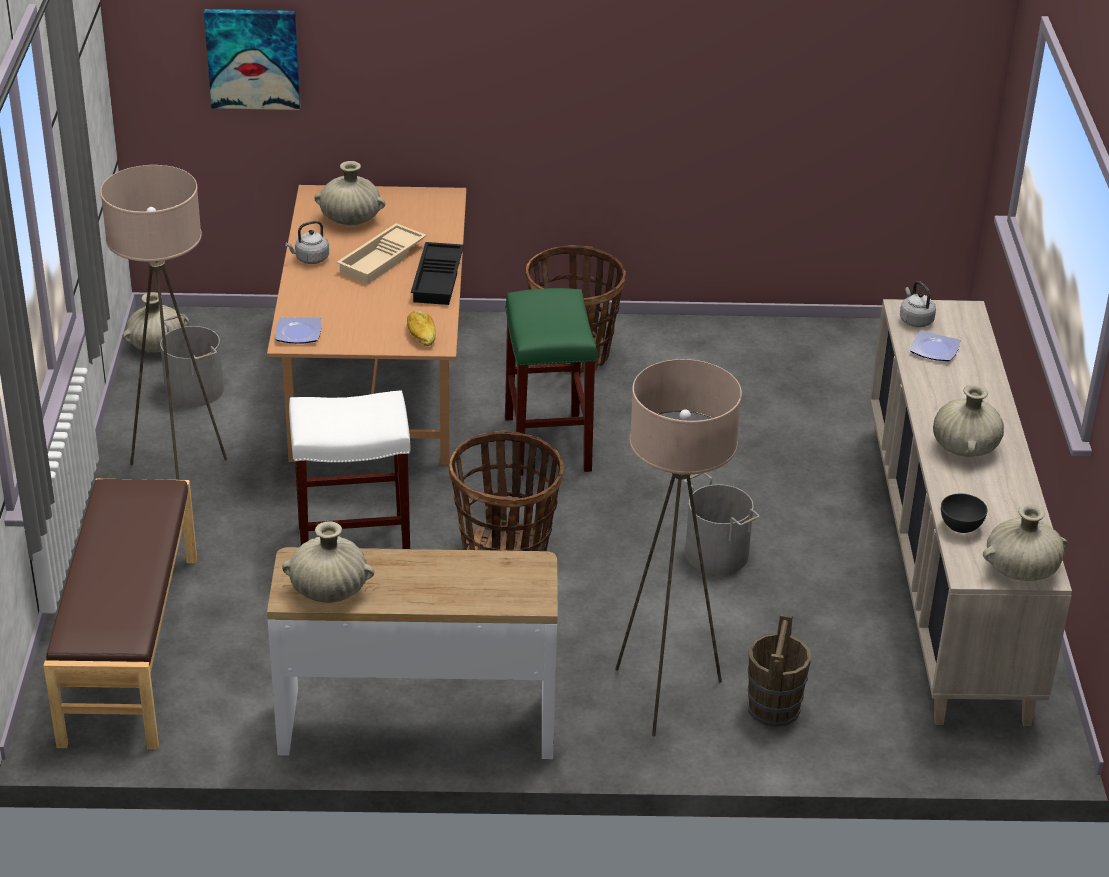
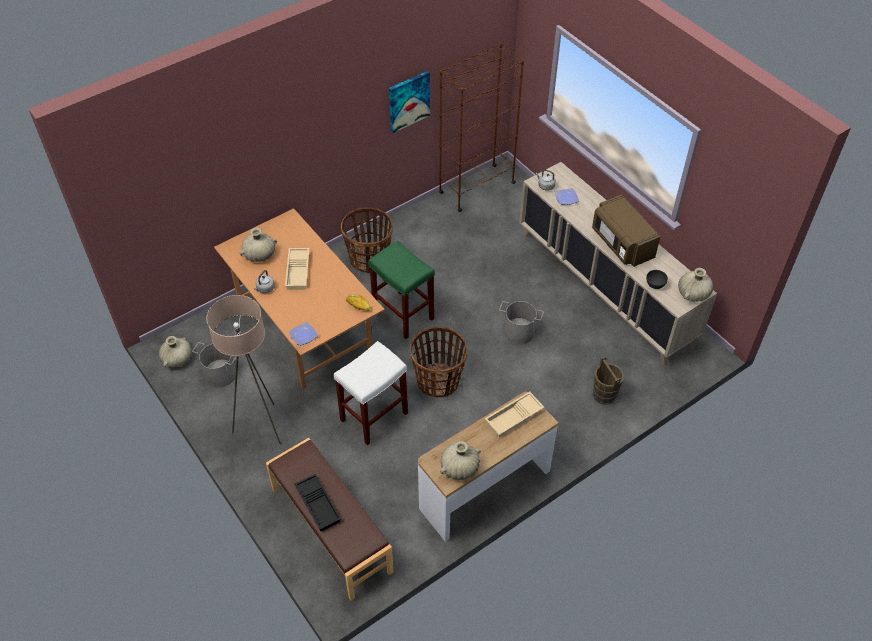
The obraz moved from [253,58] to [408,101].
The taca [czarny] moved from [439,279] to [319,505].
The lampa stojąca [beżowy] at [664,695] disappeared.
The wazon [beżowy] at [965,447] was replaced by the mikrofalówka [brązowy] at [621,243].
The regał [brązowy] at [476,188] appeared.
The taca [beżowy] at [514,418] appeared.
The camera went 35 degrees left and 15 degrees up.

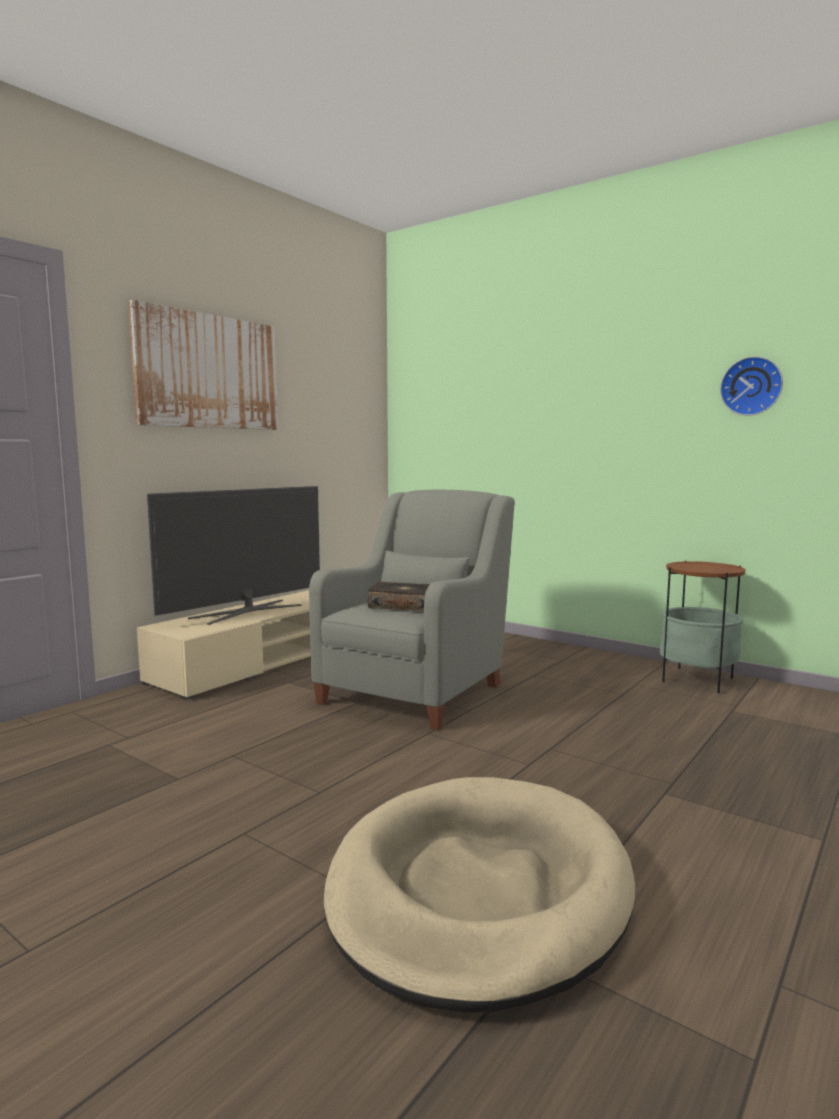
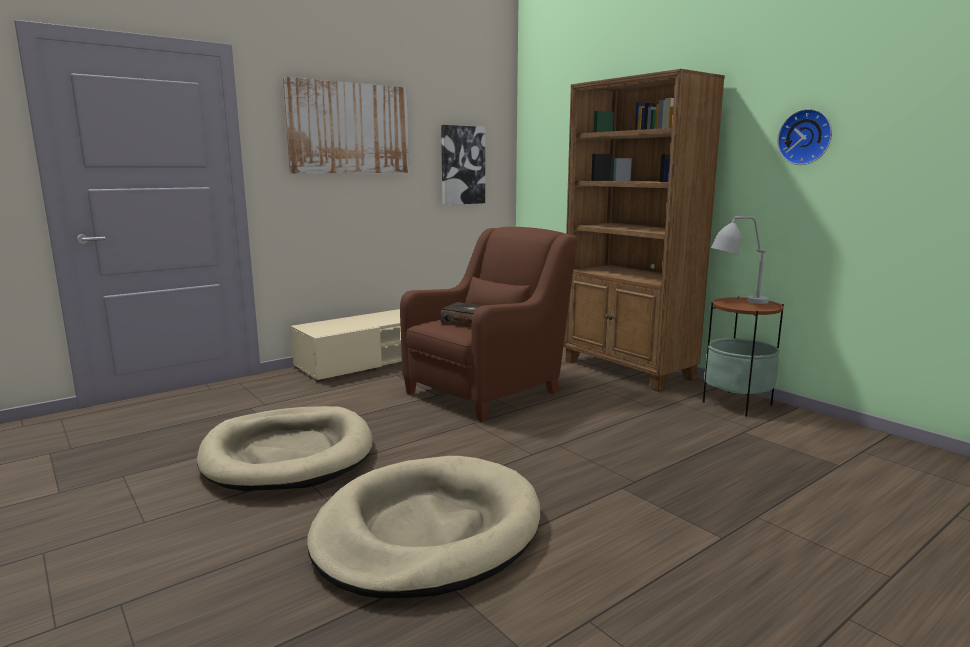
The telewizor at [247,611] disappeared.
The fotel [szary] at [416,690] became the fotel [brązowy] at [488,390].
The regał [brązowy] at [628,370] appeared.
The obraz at [462,165] appeared.
The lampa stołowa [szary] at [735,302] appeared.
The legowisko [beżowy] at [288,454] appeared.
The camera went 15 degrees right and 5 degrees up.

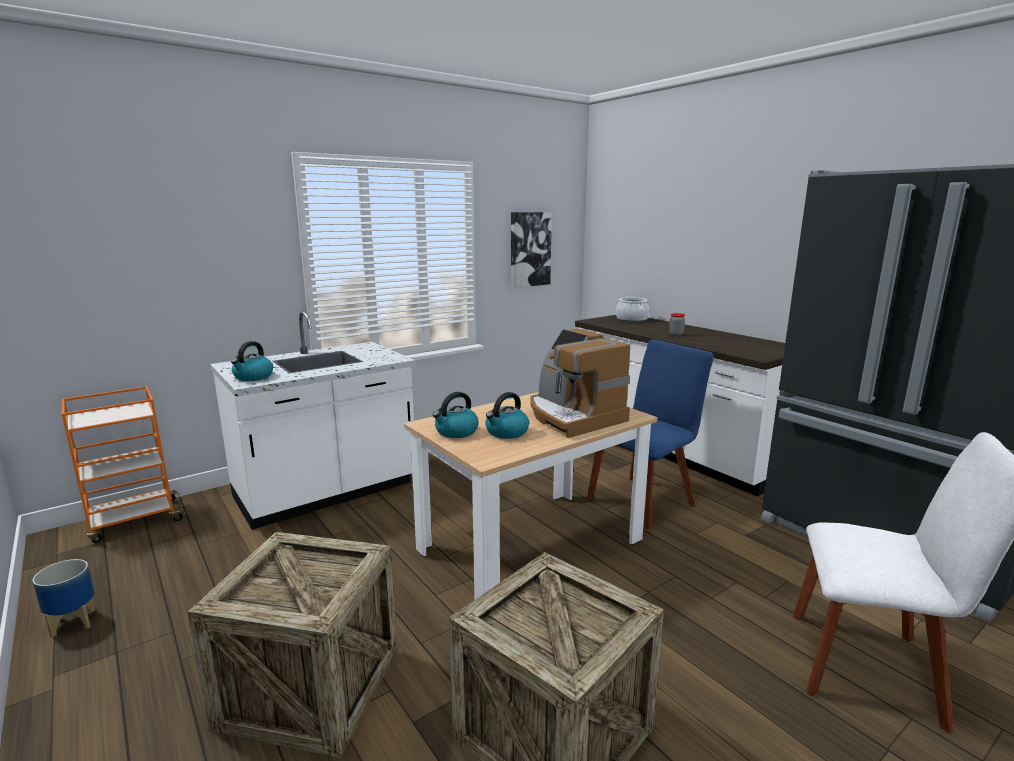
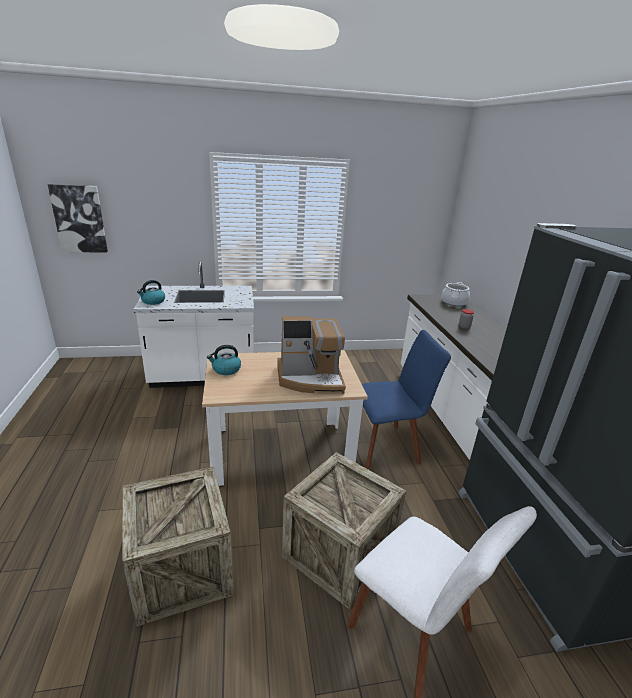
The obraz moved from [529,249] to [79,219].
The ekspres do kawy at [573,417] turned 90 degrees counterclockwise.
The wózek [pomarańczowy] at [134,521] disappeared.
The czajnik at [506,433] disappeared.
The skrzynka moved from [311,687] to [339,553].
The donica at [74,622] disappeared.
The camera went 25 degrees right and 10 degrees up.

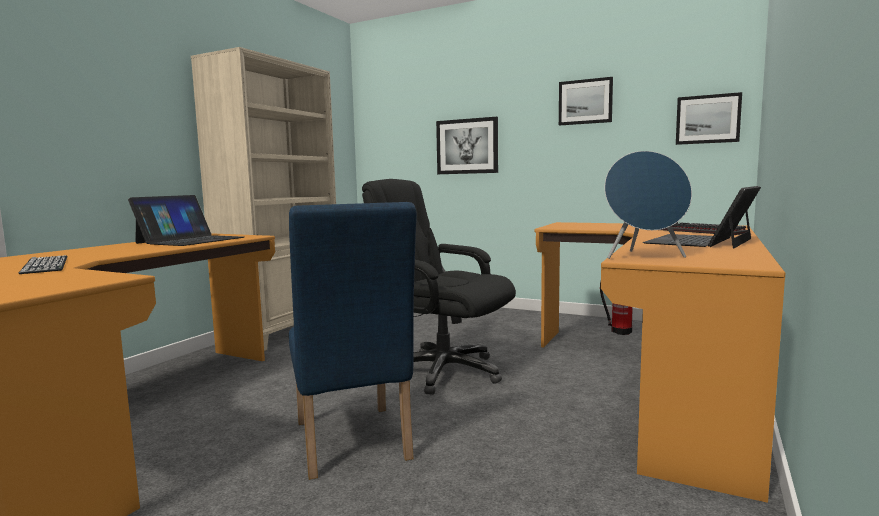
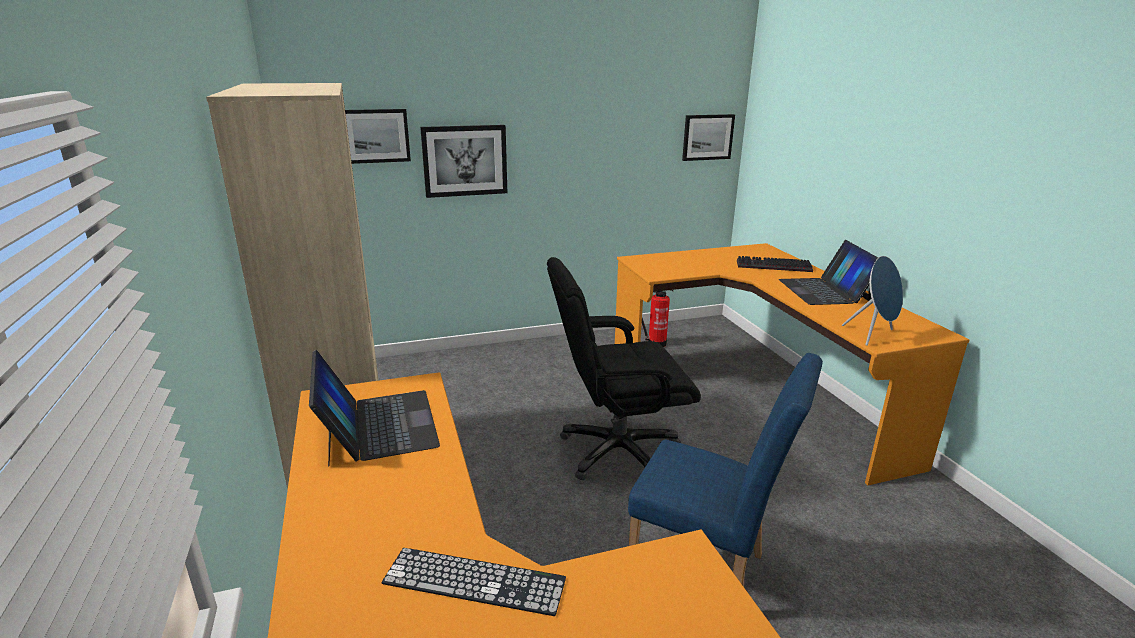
The obraz moved from [585,102] to [376,136].
The camera went 45 degrees left and 15 degrees up.

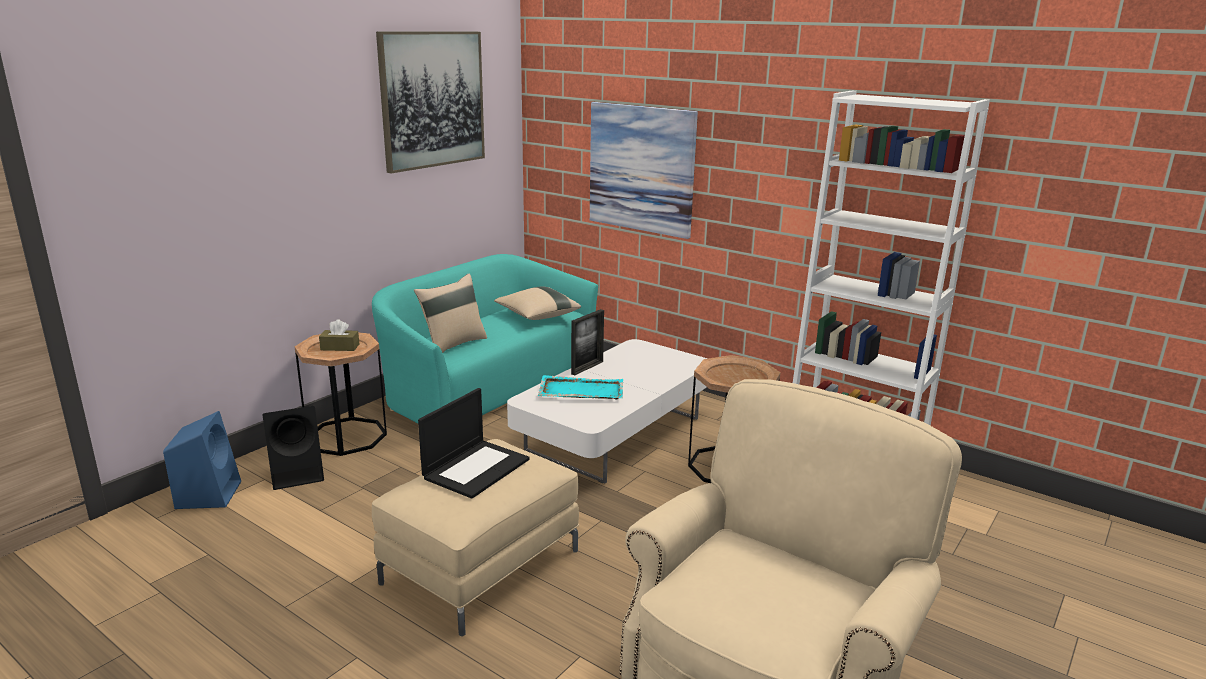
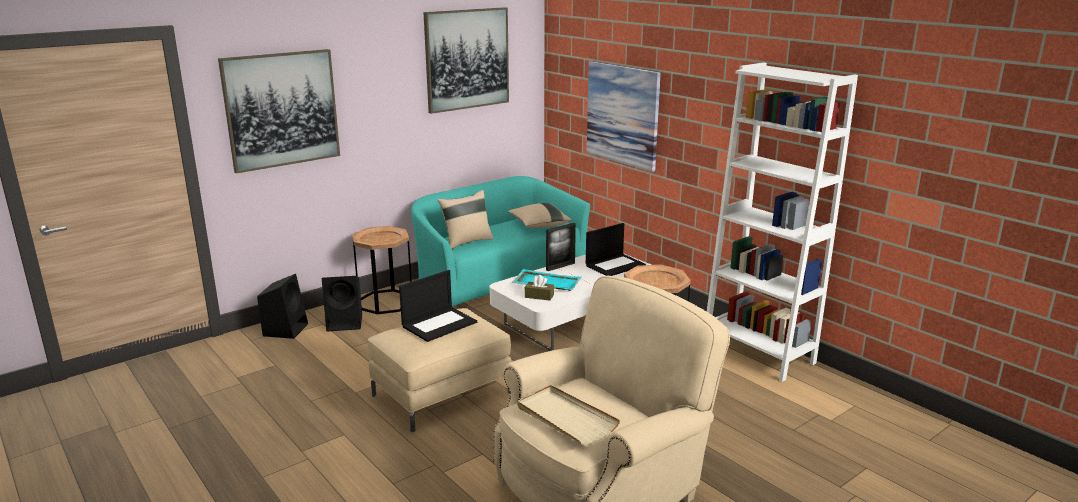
The pudełko chusteczek [brązowy] moved from [340,347] to [539,296].
The głośnik [niebieski] at [208,494] became the głośnik [czarny] at [286,329].
The obraz at [281,109] appeared.
The laptop at [615,265] appeared.
The taca [beżowy] at [565,418] appeared.
The camera went 15 degrees right and 0 degrees up.

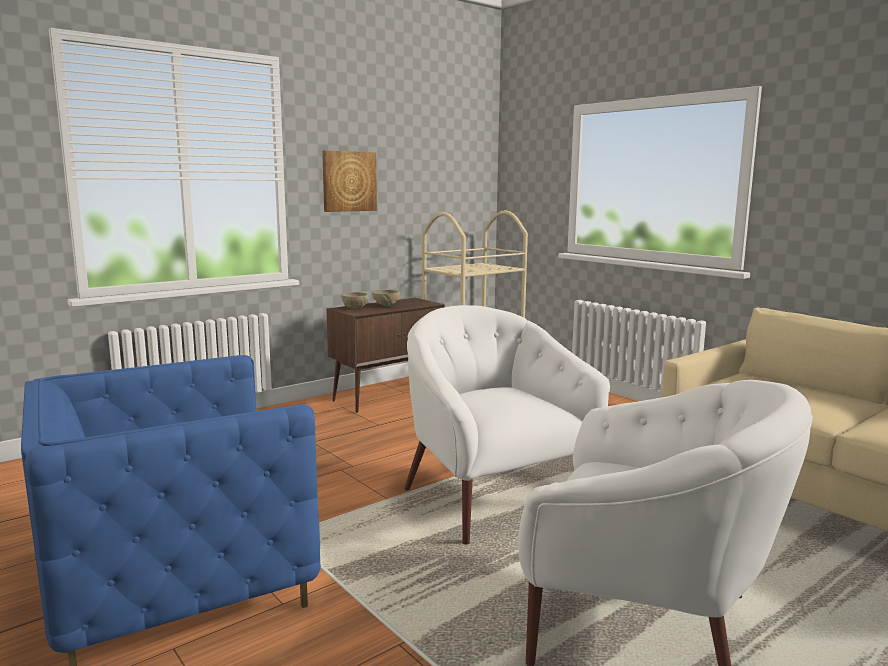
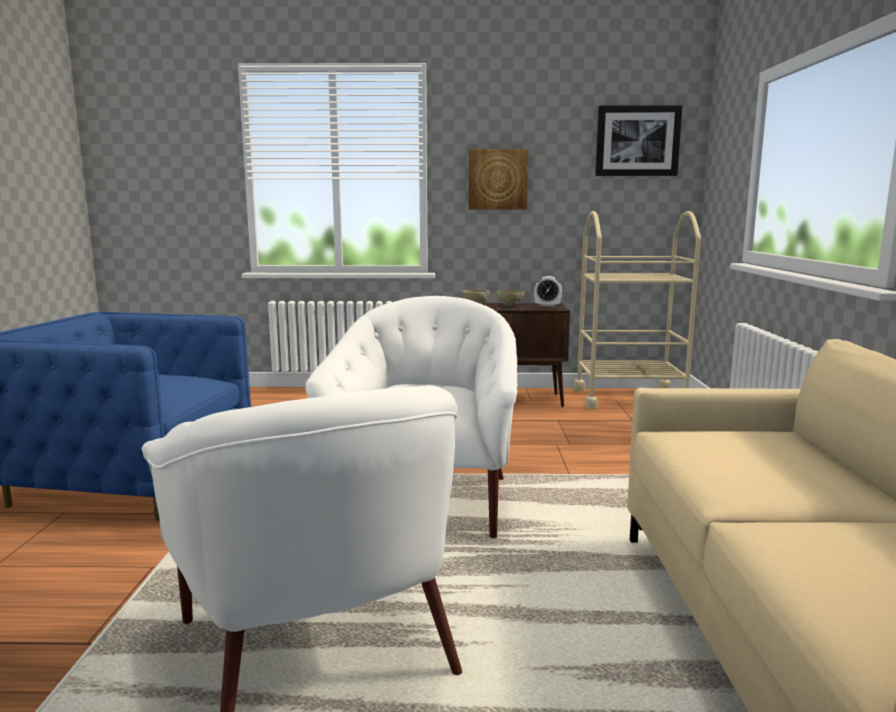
The obraz at [637,141] appeared.
The budzik at [547,306] appeared.
The camera went 40 degrees right and 0 degrees up.

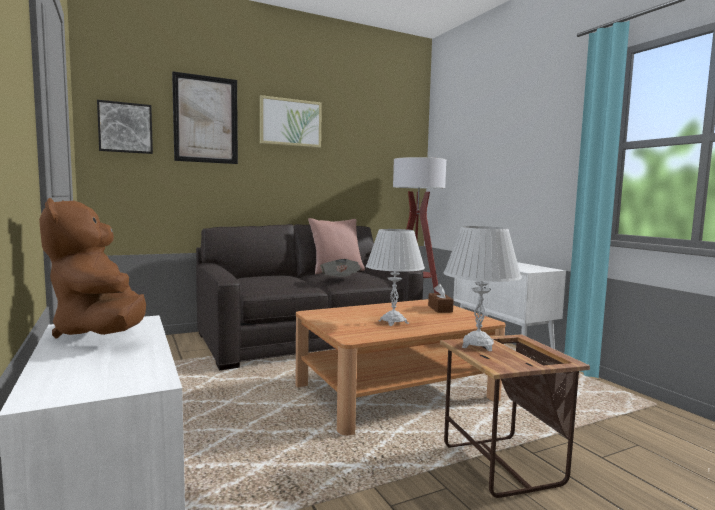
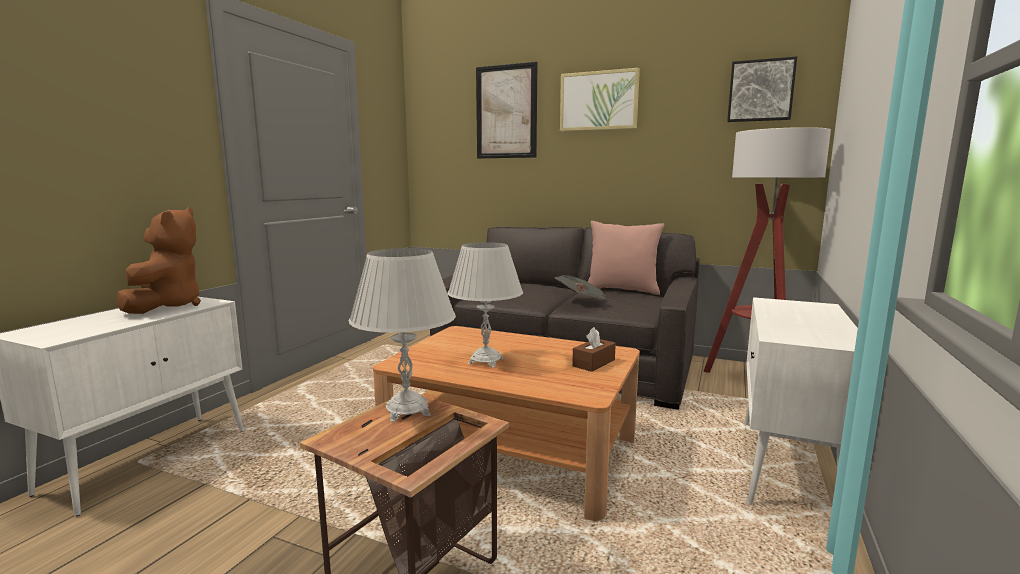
The obraz moved from [125,128] to [760,91].
The pluszak [brązowy] at [102,333] turned 150 degrees clockwise.
The camera went 50 degrees right and 5 degrees up.

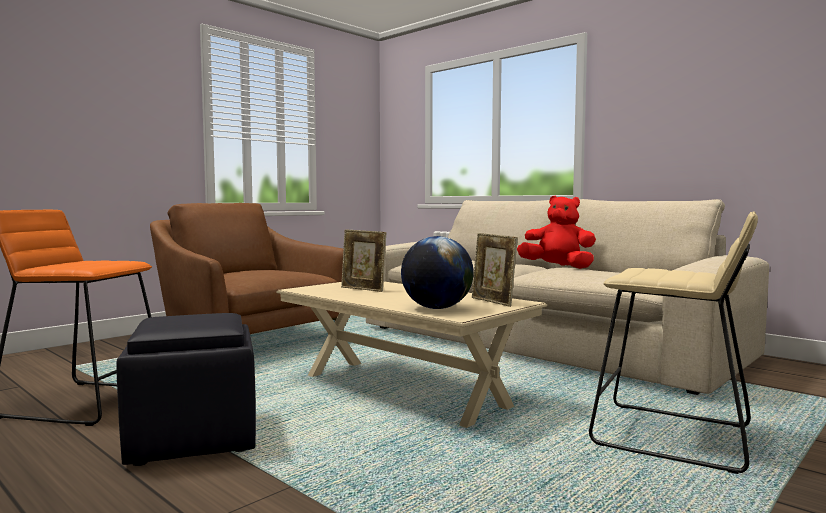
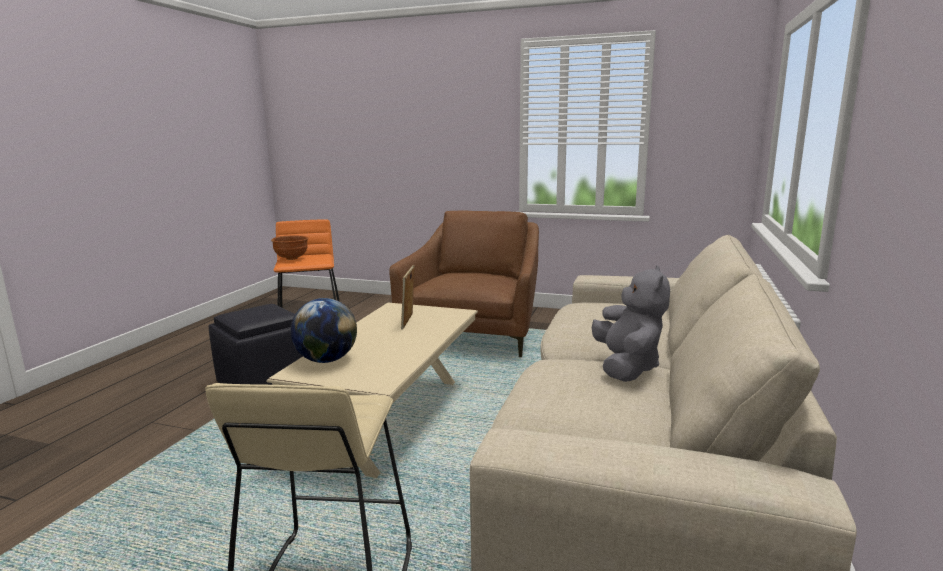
The pluszak [czerwony] at [558,267] became the pluszak [szary] at [626,367].
The ramka na zdjęcie at [493,302] disappeared.
The miska [brązowy] at [292,259] appeared.
The camera went 65 degrees right and 10 degrees up.

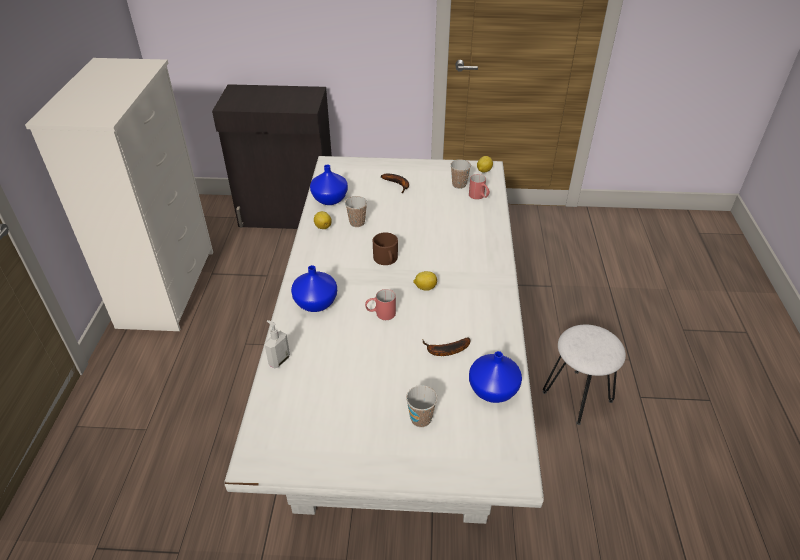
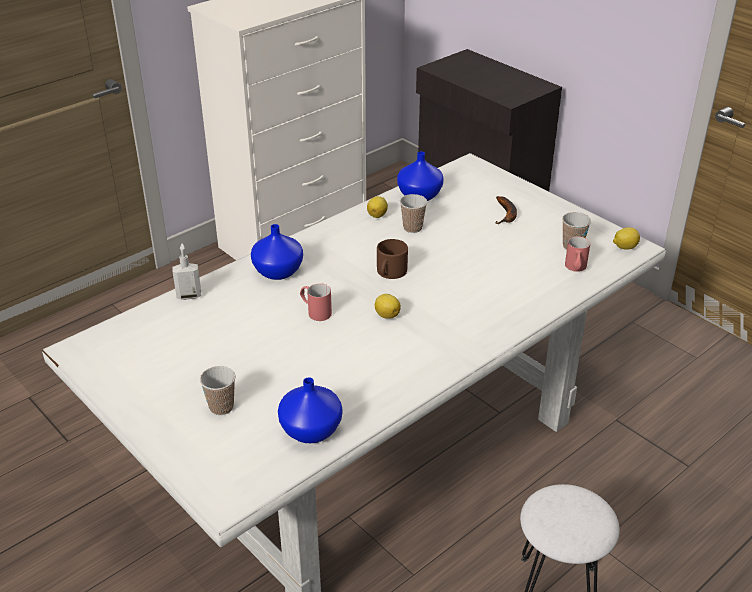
The banan at [445,350] disappeared.
The camera went 45 degrees right and 5 degrees down.

